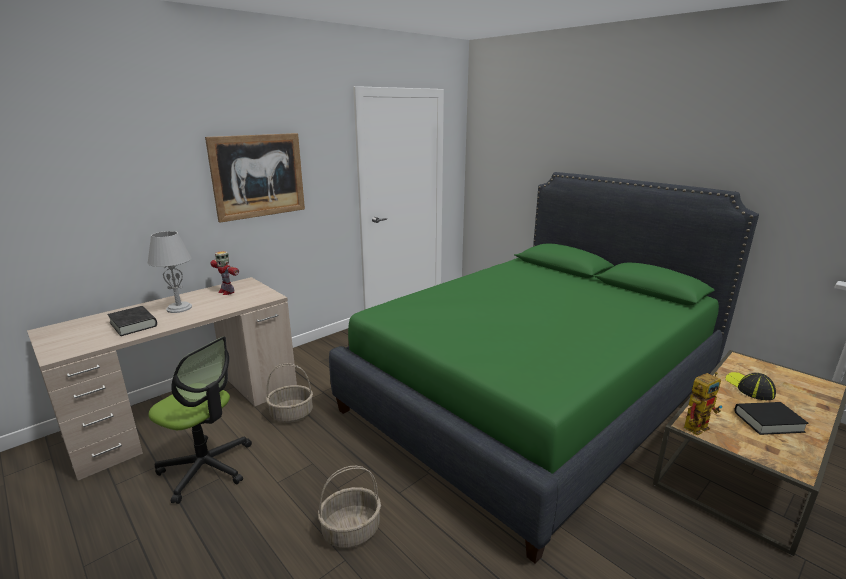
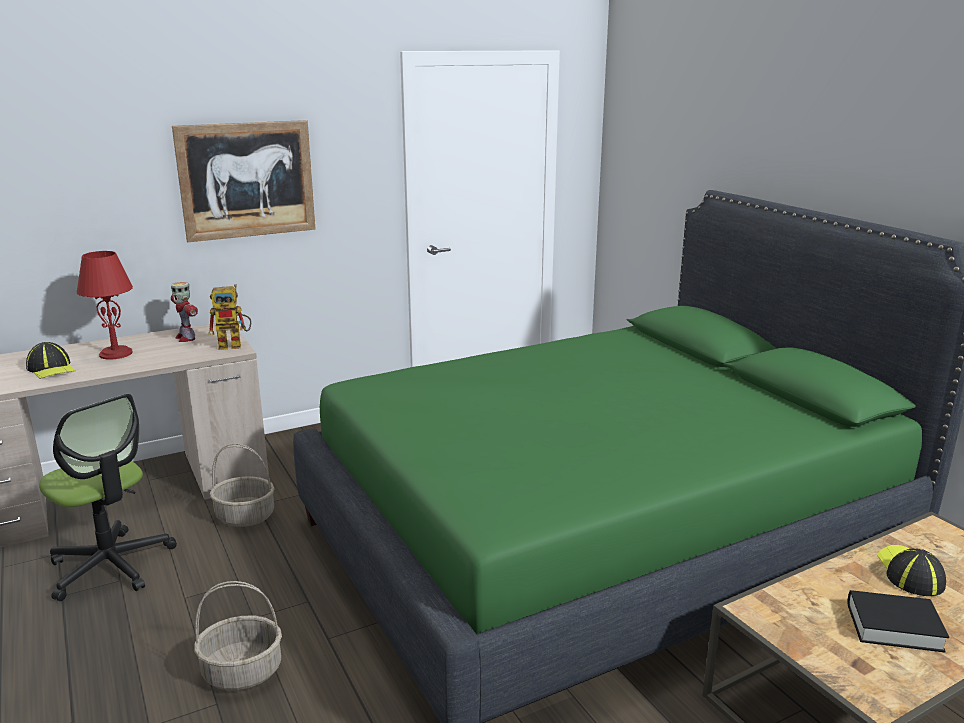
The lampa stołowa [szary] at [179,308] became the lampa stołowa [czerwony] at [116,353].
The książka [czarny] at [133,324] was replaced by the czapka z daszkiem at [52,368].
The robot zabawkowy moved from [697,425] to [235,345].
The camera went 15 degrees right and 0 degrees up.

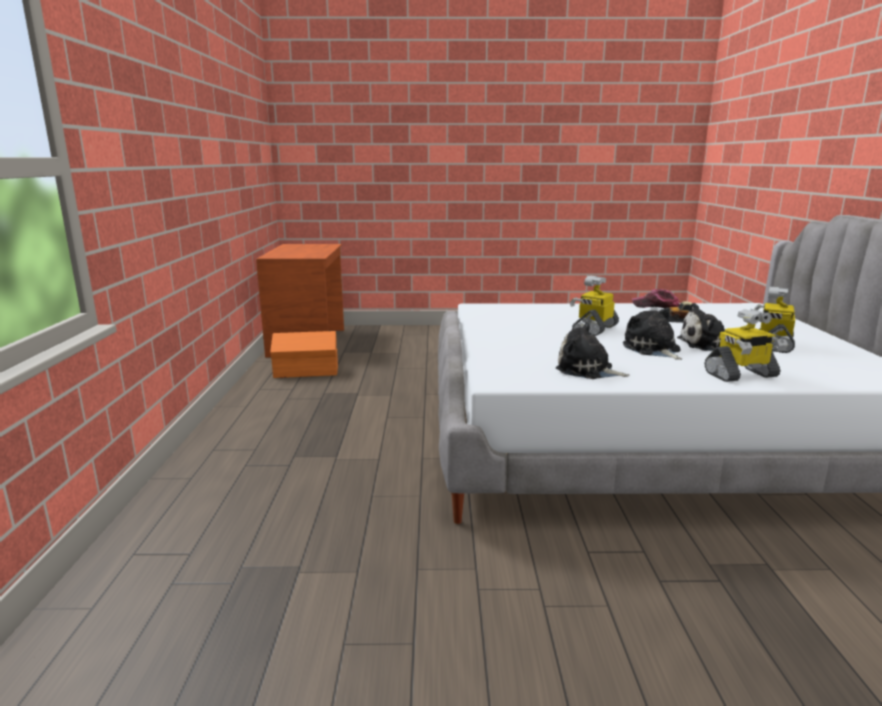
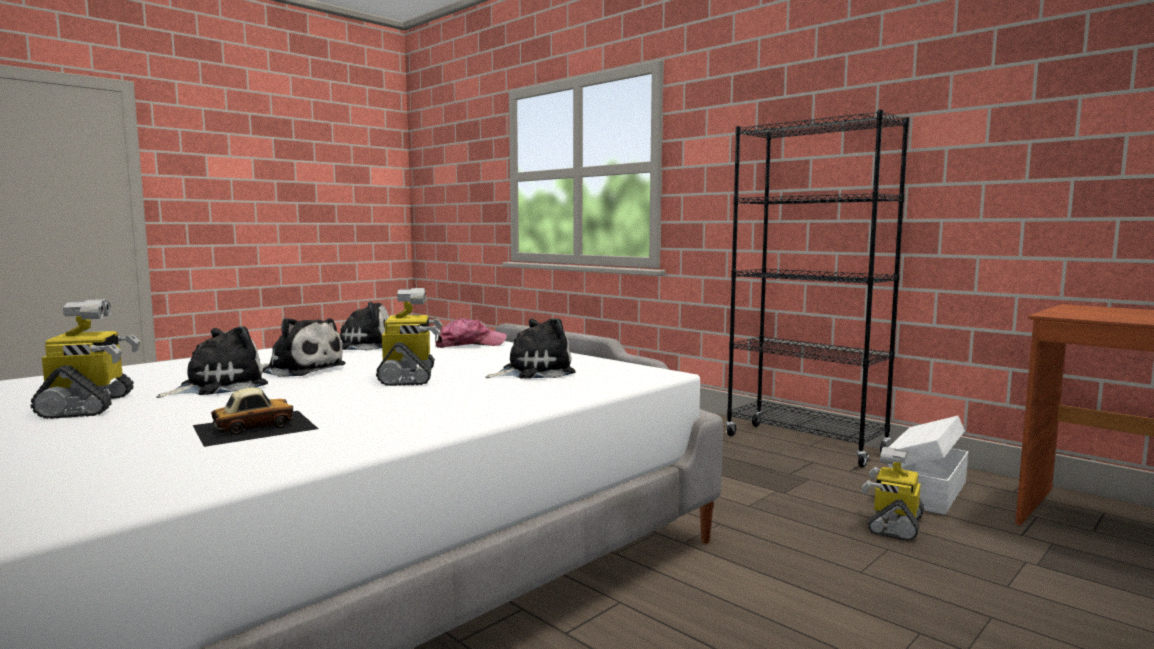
The czapka z daszkiem moved from [656,307] to [470,344].
The robot zabawkowy moved from [741,375] to [894,524].
The pojemnik do przechowywania [pomarańczowy] at [307,372] became the pojemnik do przechowywania [biały] at [925,492].
The regał [czarny] at [804,445] appeared.
The pluszak at [533,372] appeared.
The camera went 135 degrees right and 10 degrees down.

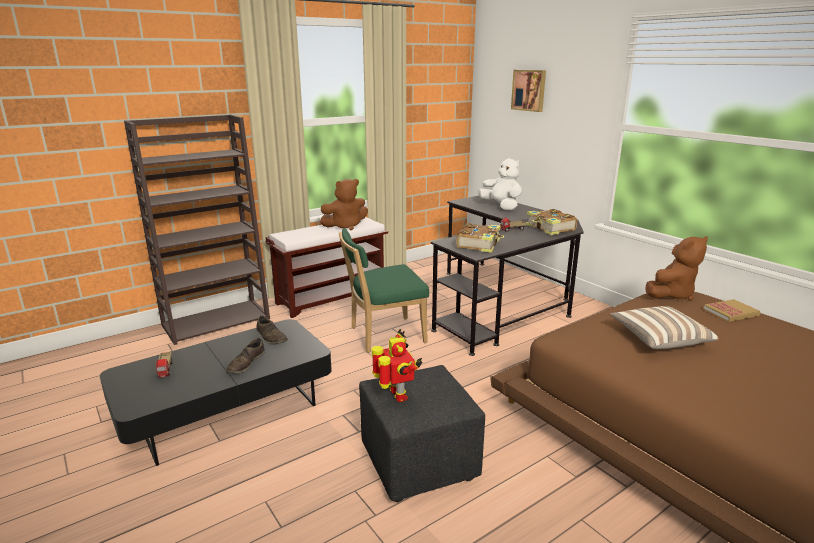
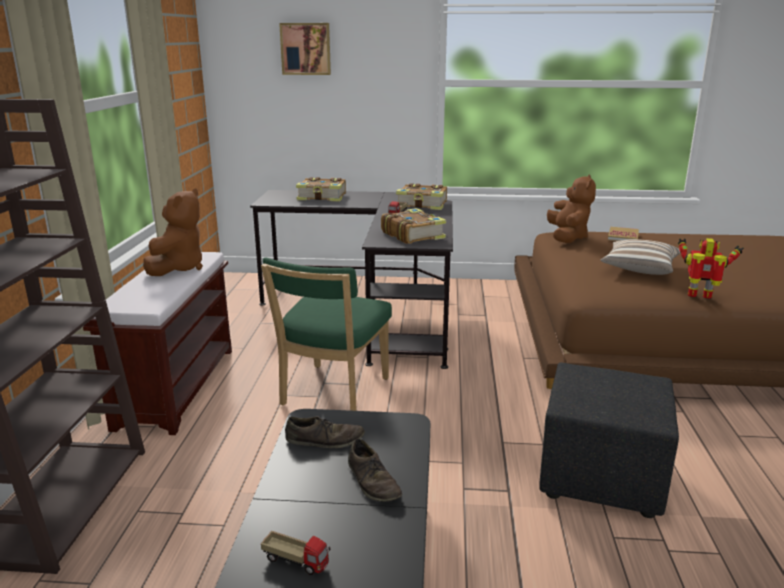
The pluszak [biały] at [501,206] was replaced by the książka at [322,197].
The robot zabawkowy moved from [397,396] to [700,296].
The camera went 50 degrees left and 0 degrees up.

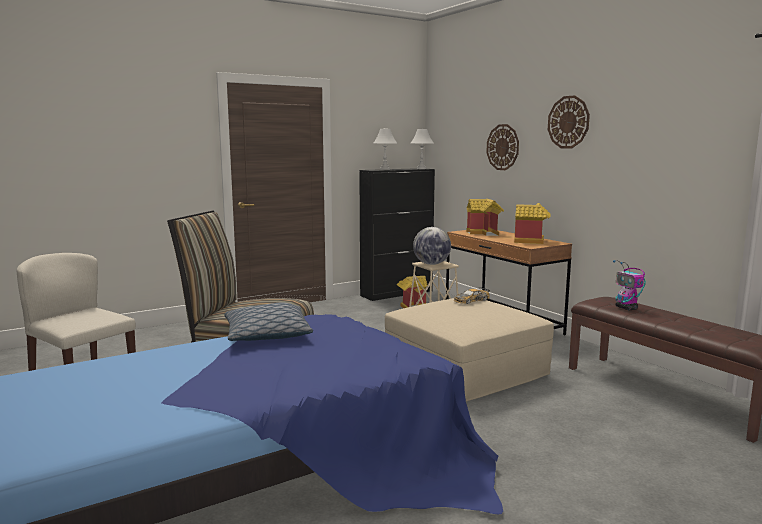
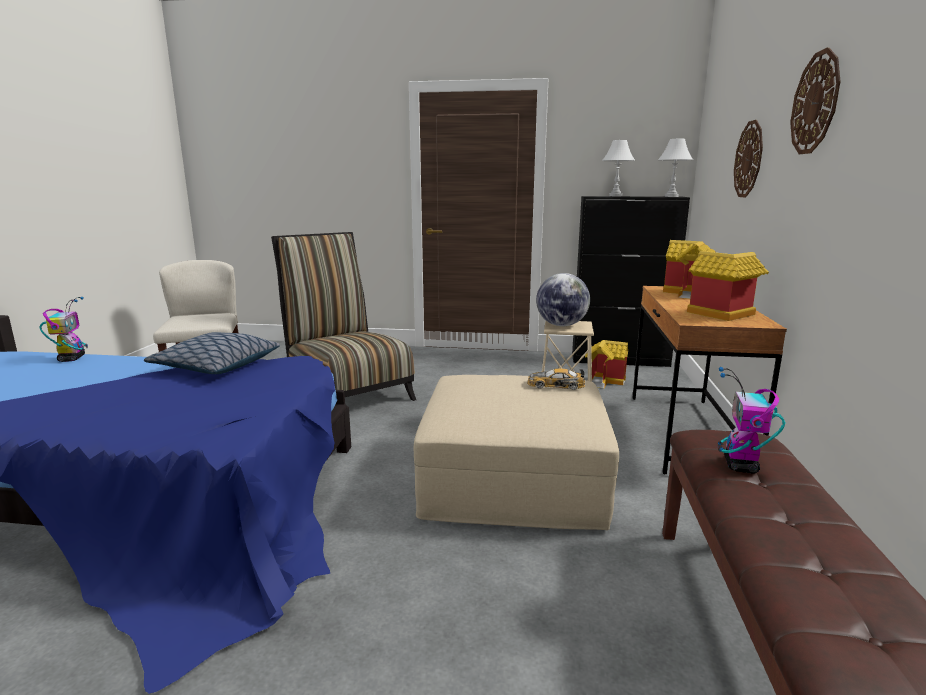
The robot zabawkowy at [72,358] appeared.
The camera went 40 degrees right and 5 degrees up.

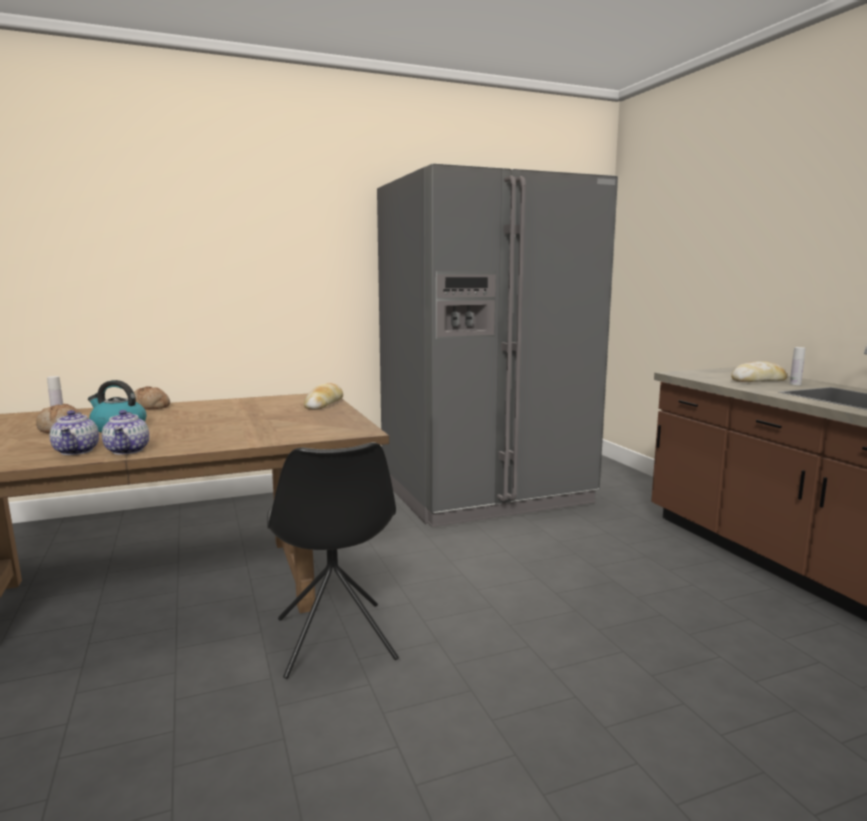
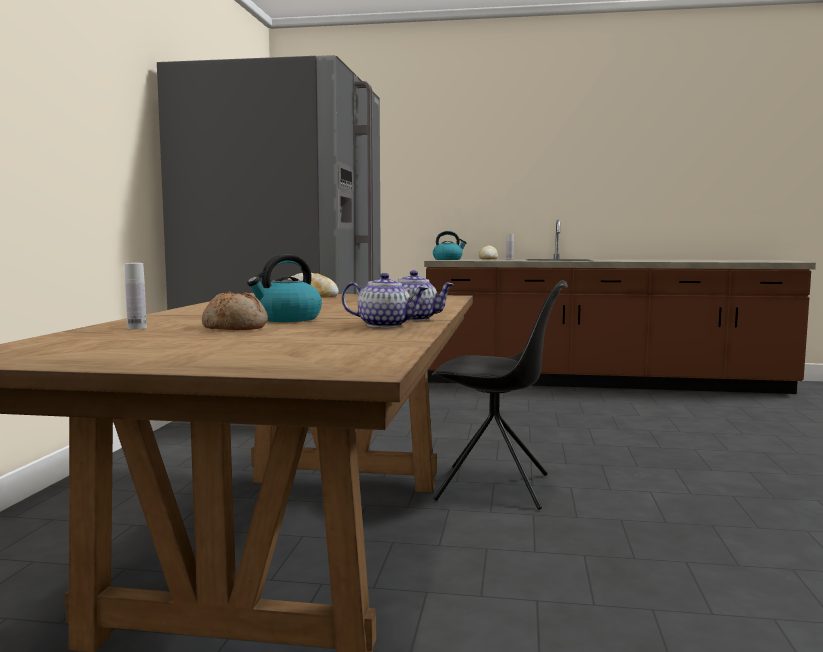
The chleb at [149,407] disappeared.
The czajnik at [448,259] appeared.
The camera went 60 degrees left and 5 degrees down.

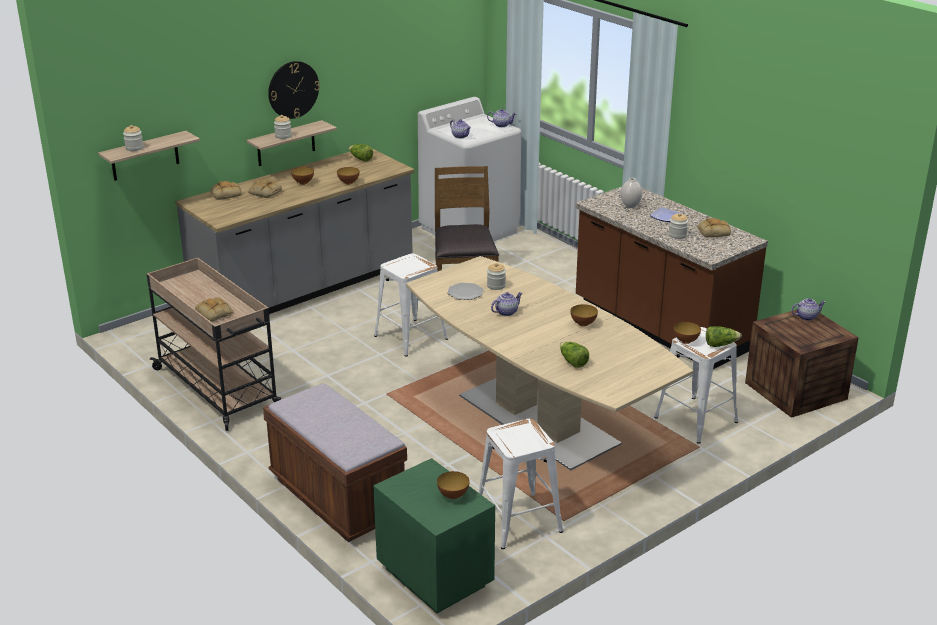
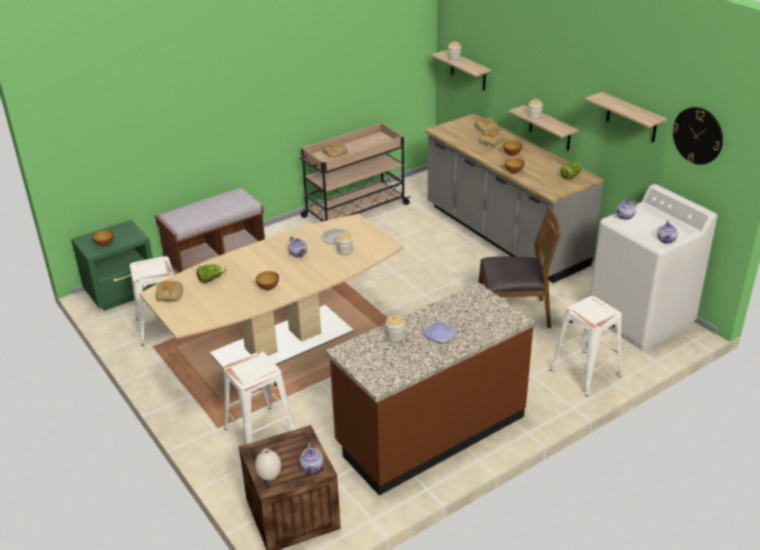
The zegar ścienny moved from [293,89] to [698,135].
The wazon [biały] moved from [630,206] to [269,476].
The chleb moved from [714,232] to [170,294].
The stołek [biały] moved from [410,337] to [585,372].
The miska at [686,341] disappeared.
The sałata at [720,344] disappeared.
The półka at [631,118] appeared.
The camera went 95 degrees right and 5 degrees up.

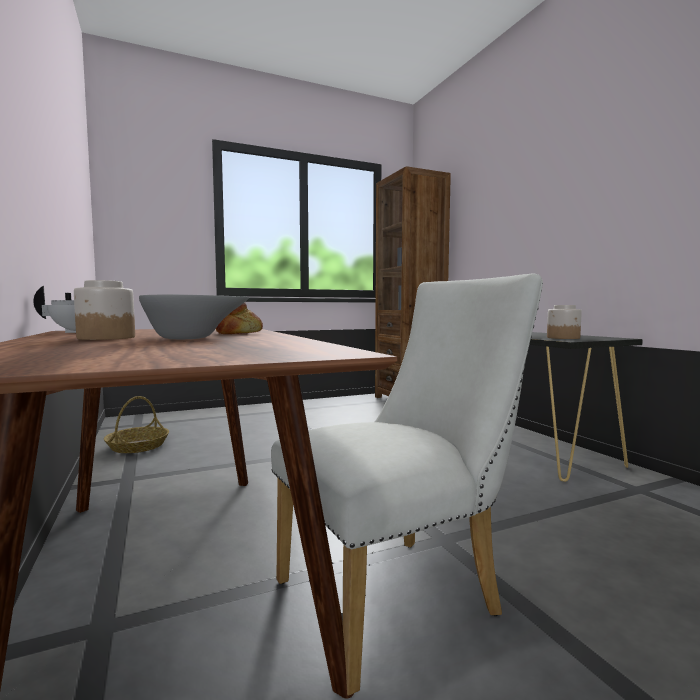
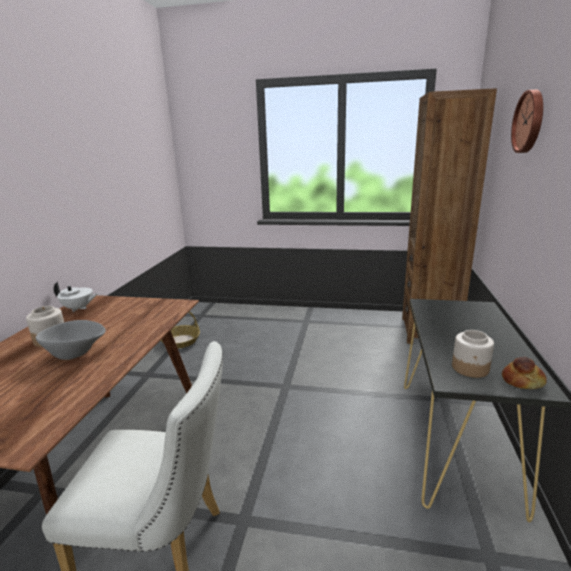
The chleb moved from [239,333] to [522,381].
The zegar ścienny at [530,122] appeared.
The camera went 35 degrees right and 15 degrees up.

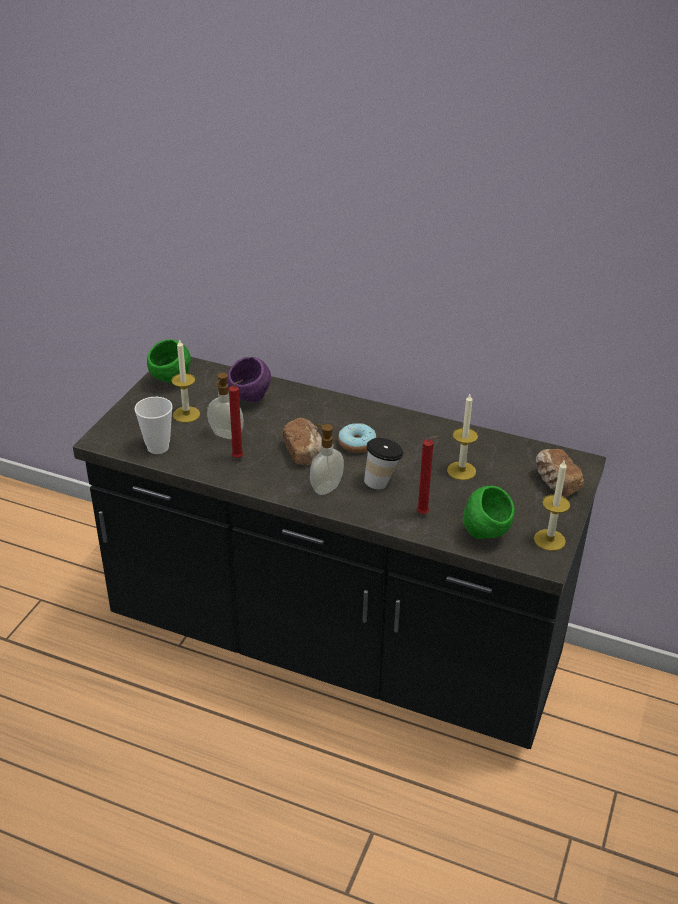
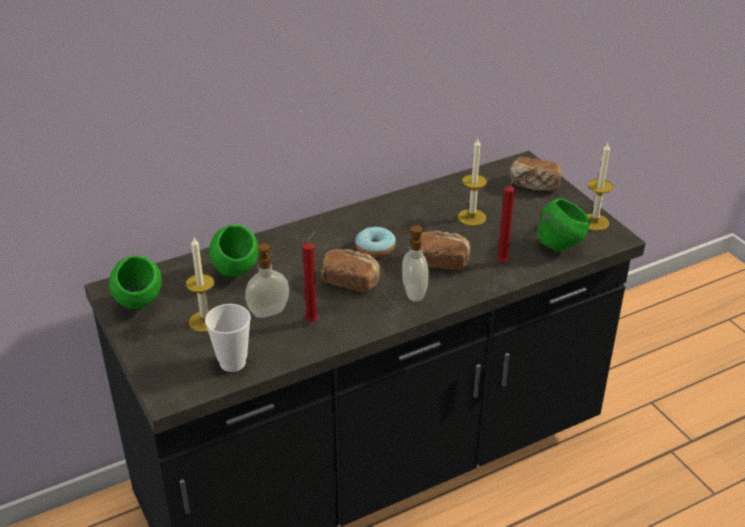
The miska [fioletowy] at [250,400] became the miska [zielony] at [236,274].
The filiżanka at [382,482] was replaced by the chleb at [440,261].
The camera went 50 degrees left and 0 degrees up.

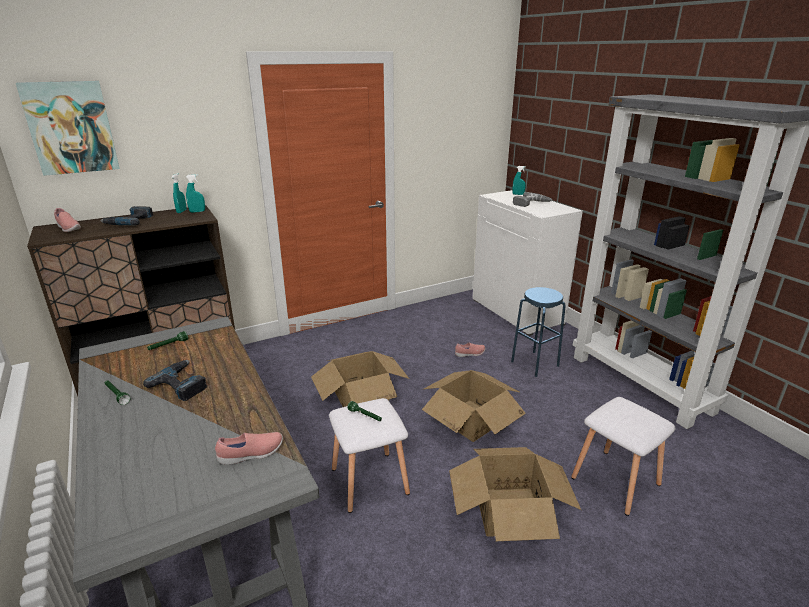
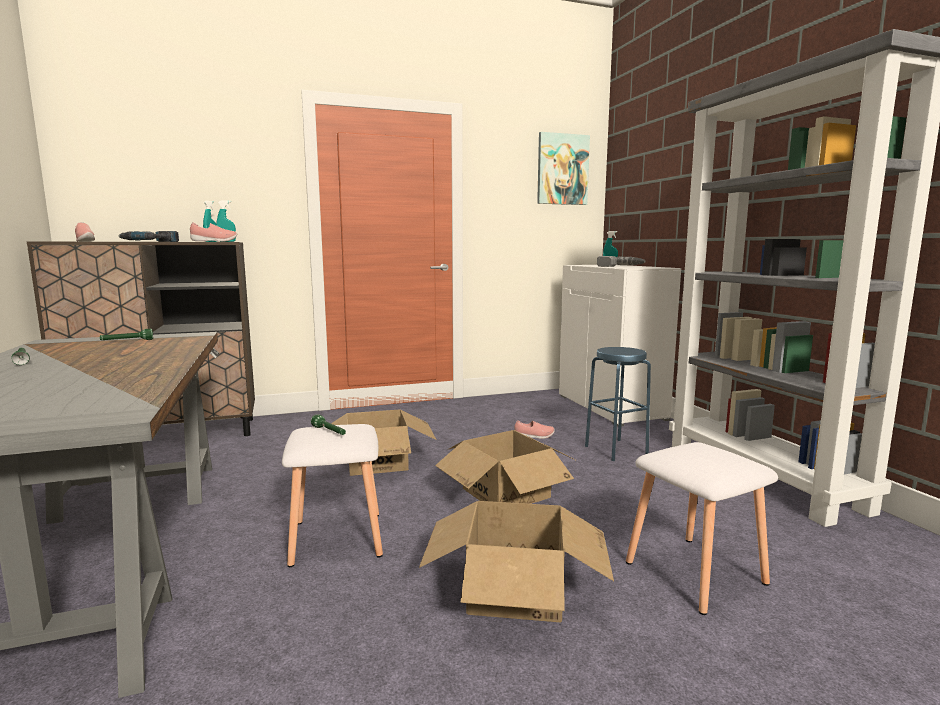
The obraz moved from [71,128] to [562,169].
The wiertarka at [182,384] disappeared.
The but [różowy] moved from [251,455] to [214,241].
The camera went 10 degrees right and 15 degrees down.

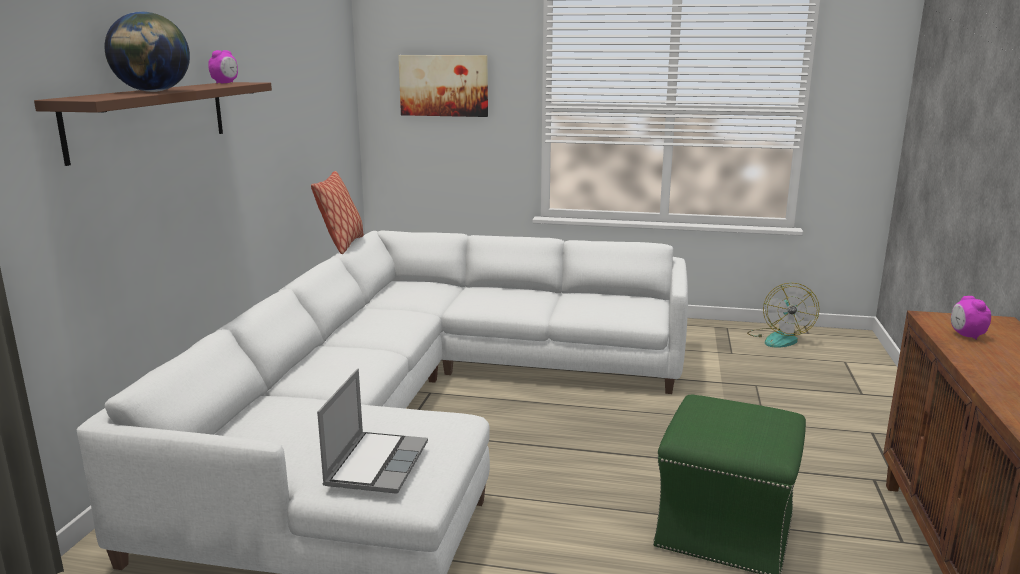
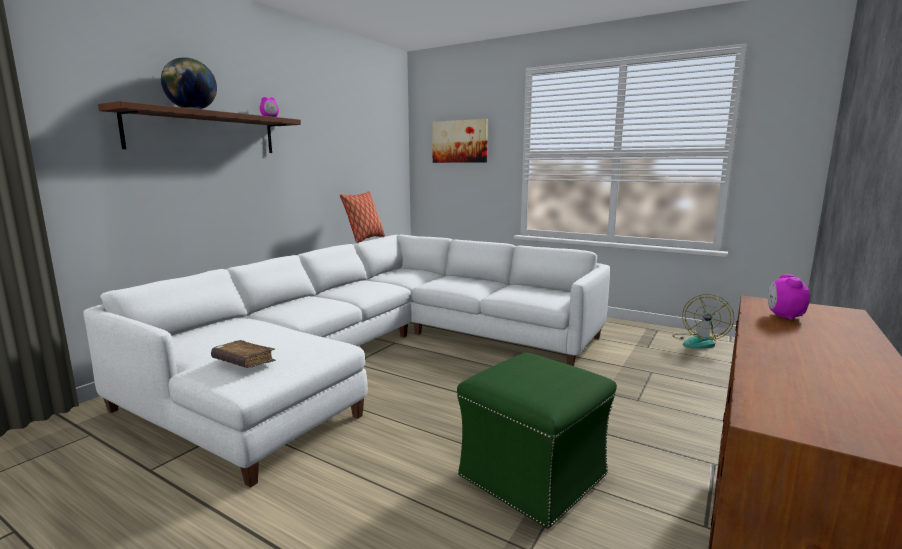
The laptop at [376,463] was replaced by the książka [brązowy] at [243,361].
The camera went 20 degrees right and 5 degrees down.

